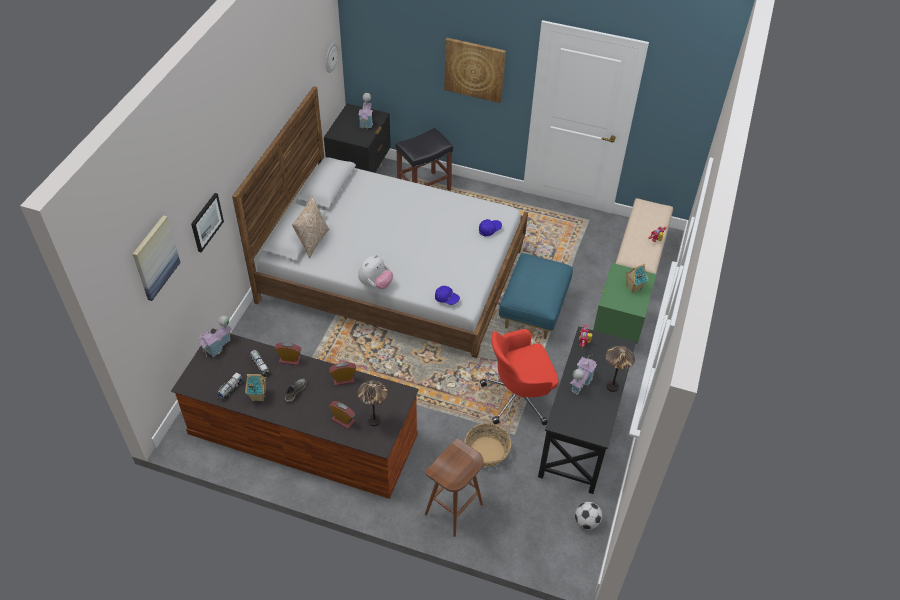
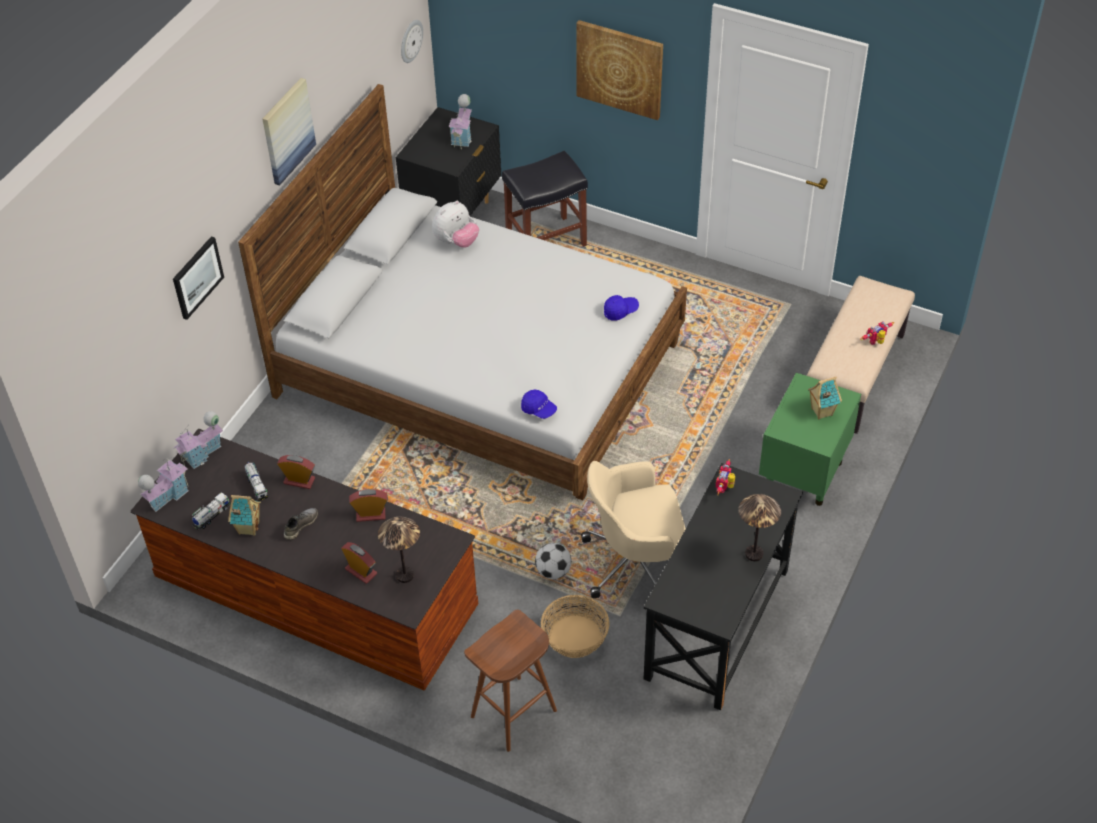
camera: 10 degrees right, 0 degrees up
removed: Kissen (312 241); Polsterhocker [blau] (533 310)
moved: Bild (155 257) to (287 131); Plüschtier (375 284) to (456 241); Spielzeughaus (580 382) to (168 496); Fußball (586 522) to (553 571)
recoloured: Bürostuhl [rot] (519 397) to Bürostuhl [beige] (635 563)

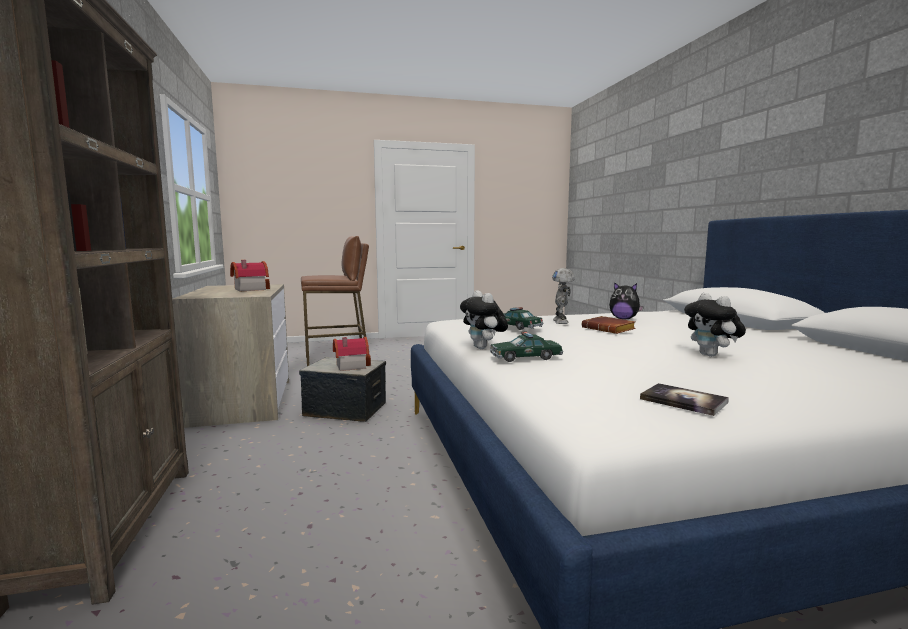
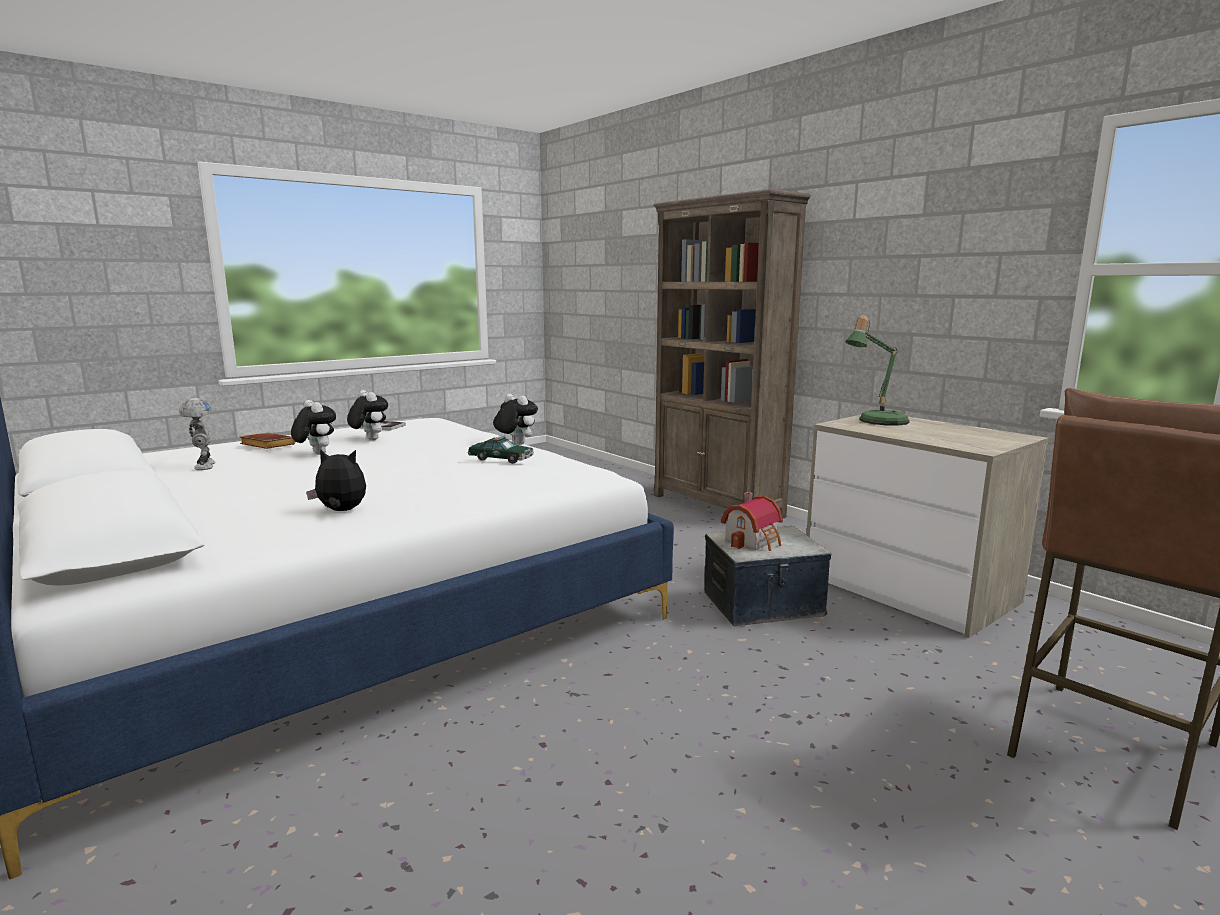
camera: 155 degrees right, 5 degrees up
removed: Spielzeughaus (248 289); Spielzeugauto (525 357)
added: Plüschtier (369 439); Tischlampe (877 422)
moved: Spielzeugroboter (561 322) to (203 466); Buch [braun] (610 329) to (266 445)

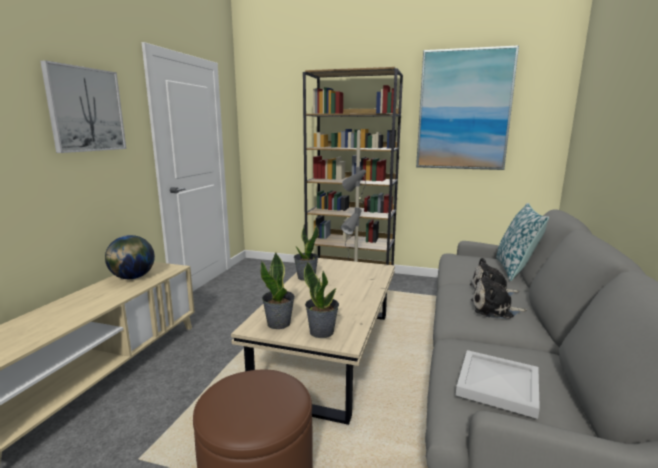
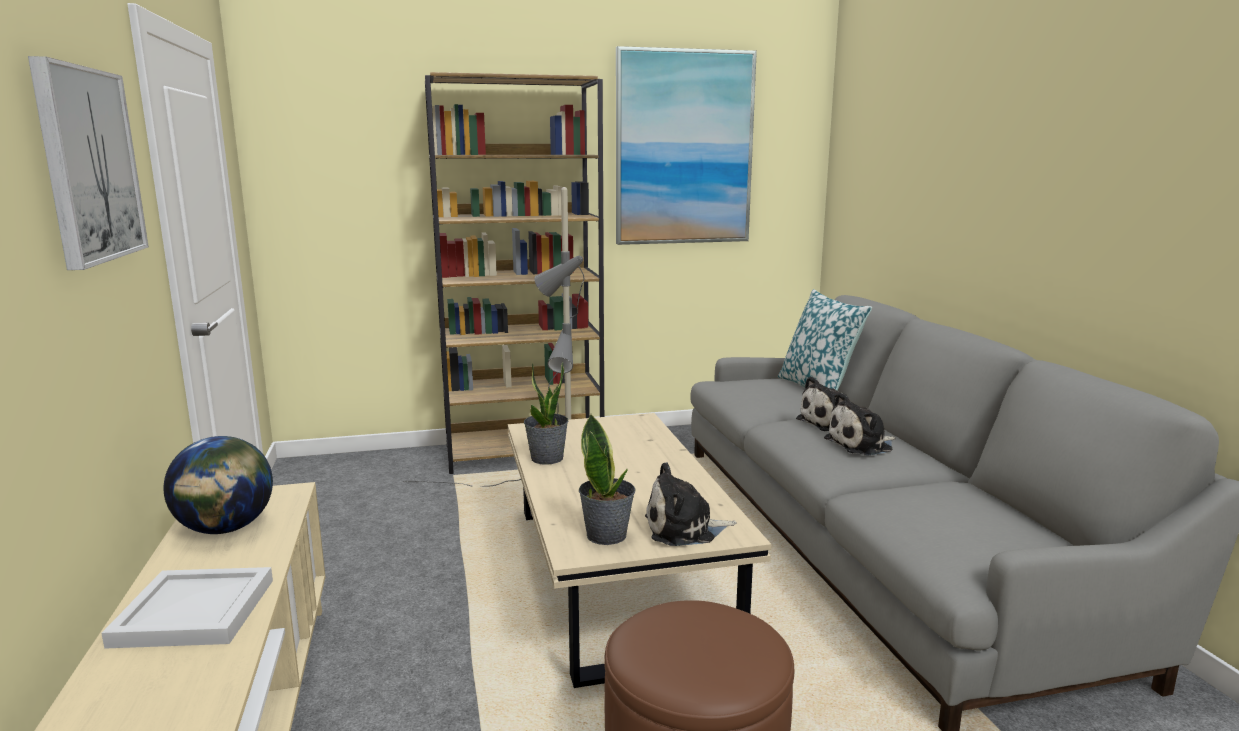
camera: 30 degrees left, 0 degrees up
moved: Tablett [weiß] (496 384) to (193 611)
replaced: Topfpflanze (322 331) to Plüschtier (684 529)

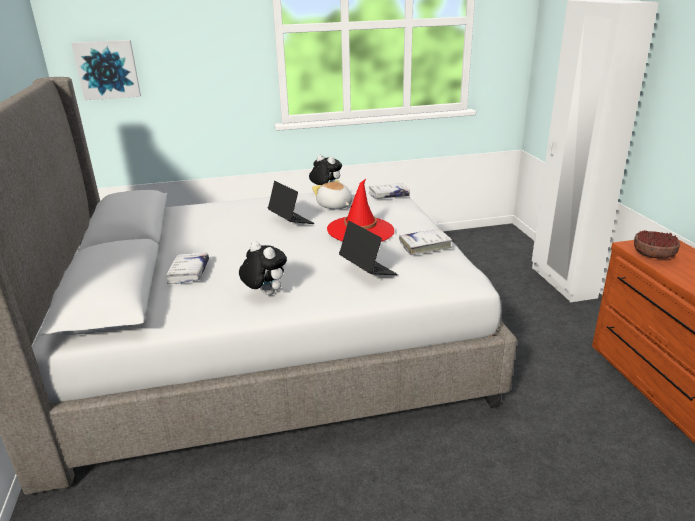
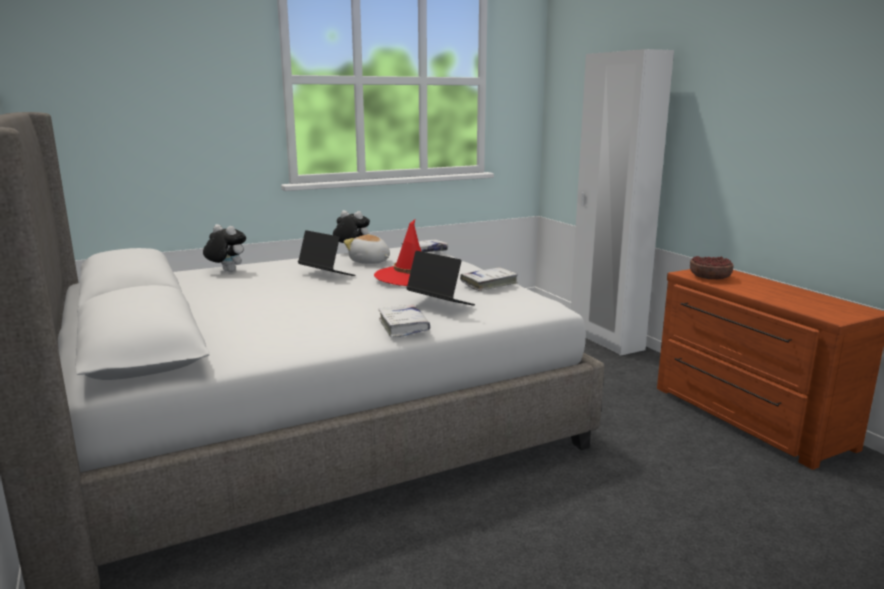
camera: 15 degrees left, 10 degrees down
removed: Bild (107 69)
moved: Buch [weiß] (189 273) to (403 327); Plüschtier (264 293) to (226 271)

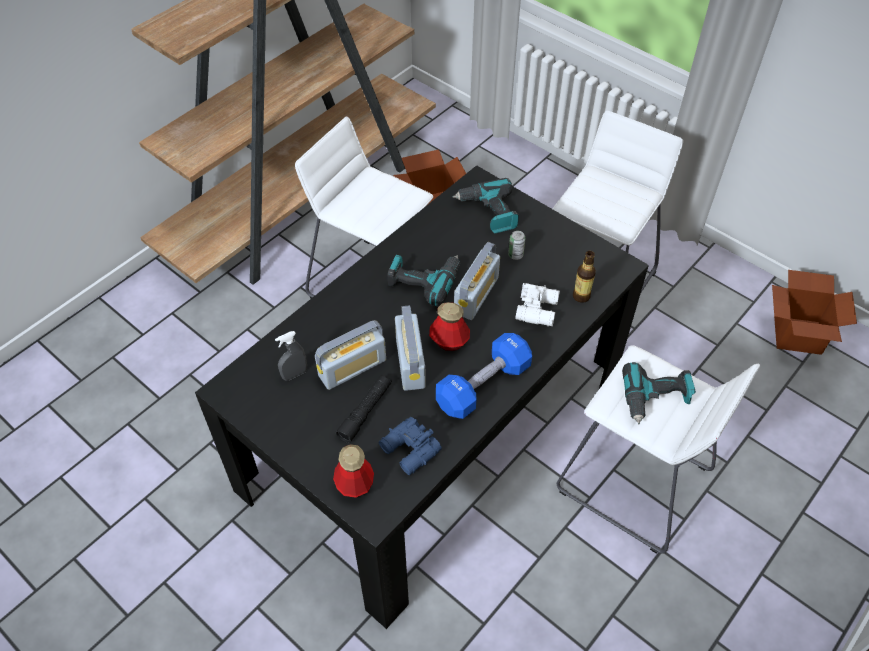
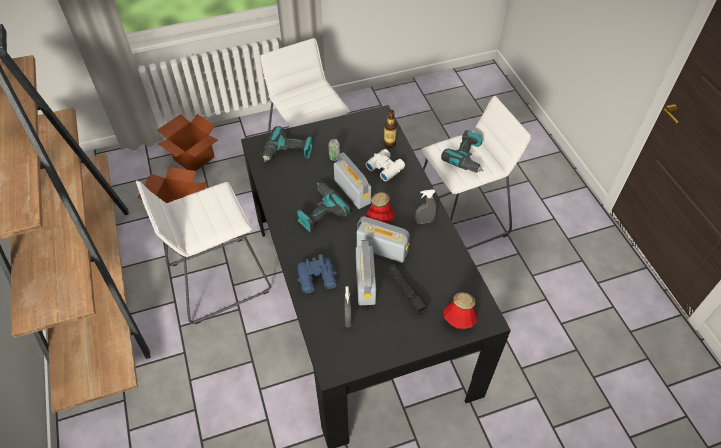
camera: 60 degrees left, 0 degrees up
moved: Fernglas [blau] (410 451) to (318 279); Karton (797 335) to (194 158)
replaced: Hantel [blau] (483 385) to Sprühflasche [grau] (424 221)

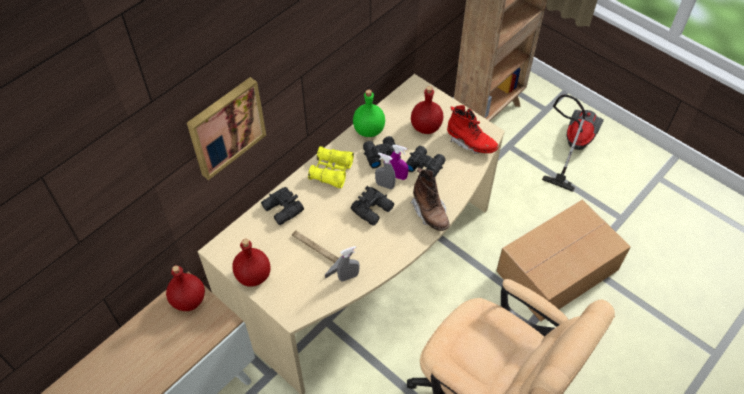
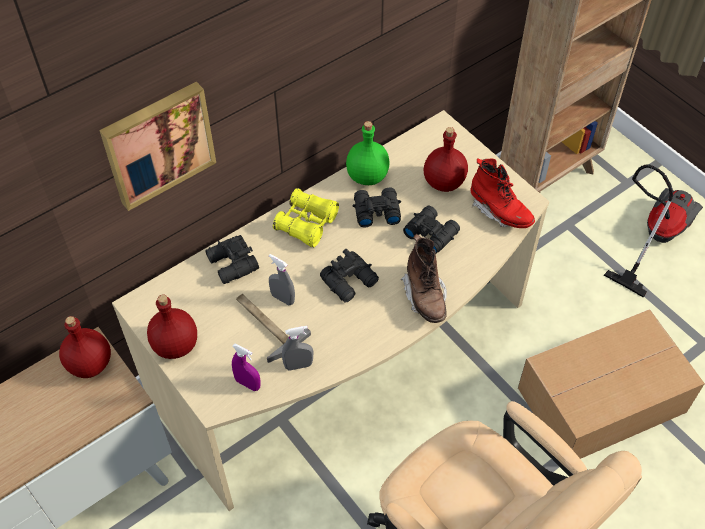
camera: 10 degrees right, 0 degrees up
moved: Sprühflasche [grau] (385 185) to (282 298); Sprühflasche [lila] (397 176) to (248 384)

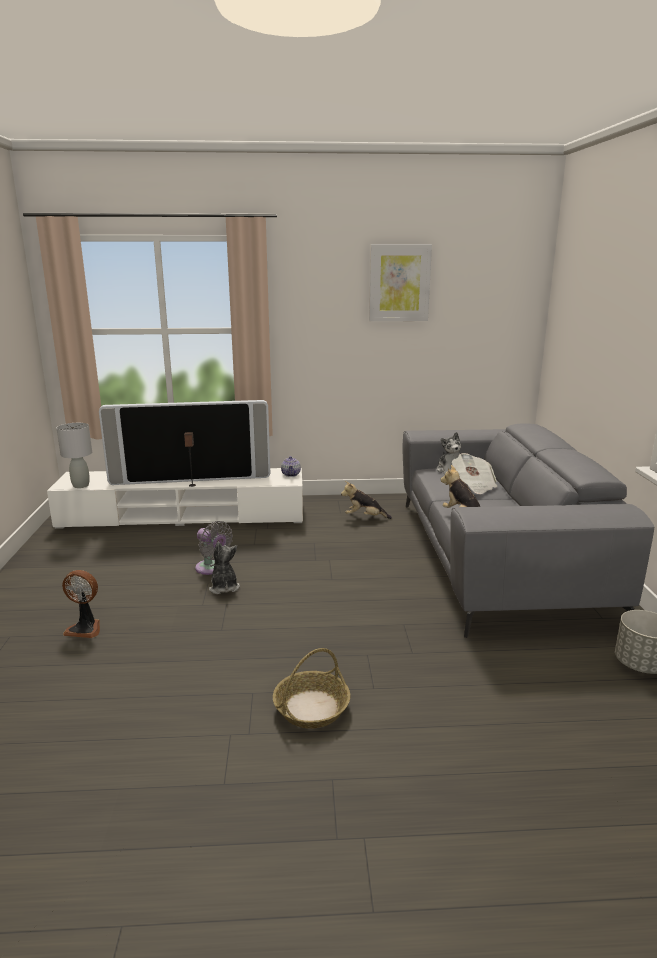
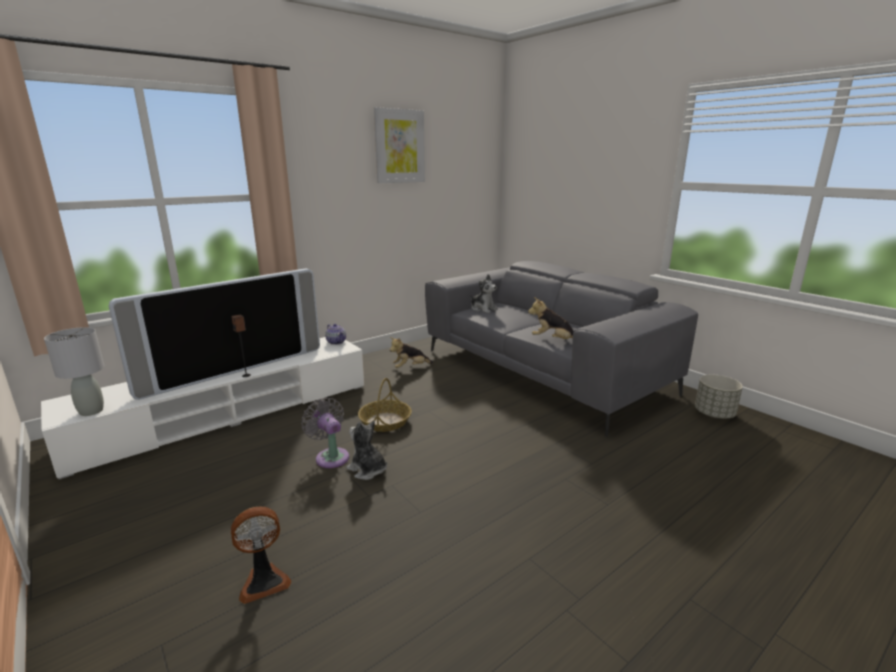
camera: 35 degrees left, 0 degrees up
removed: Zeitung (473 485)
moved: Korb (311 708) to (385 422)
turned: Ventilator [grau] (212 568) = (330 456) 135 degrees counterclockwise

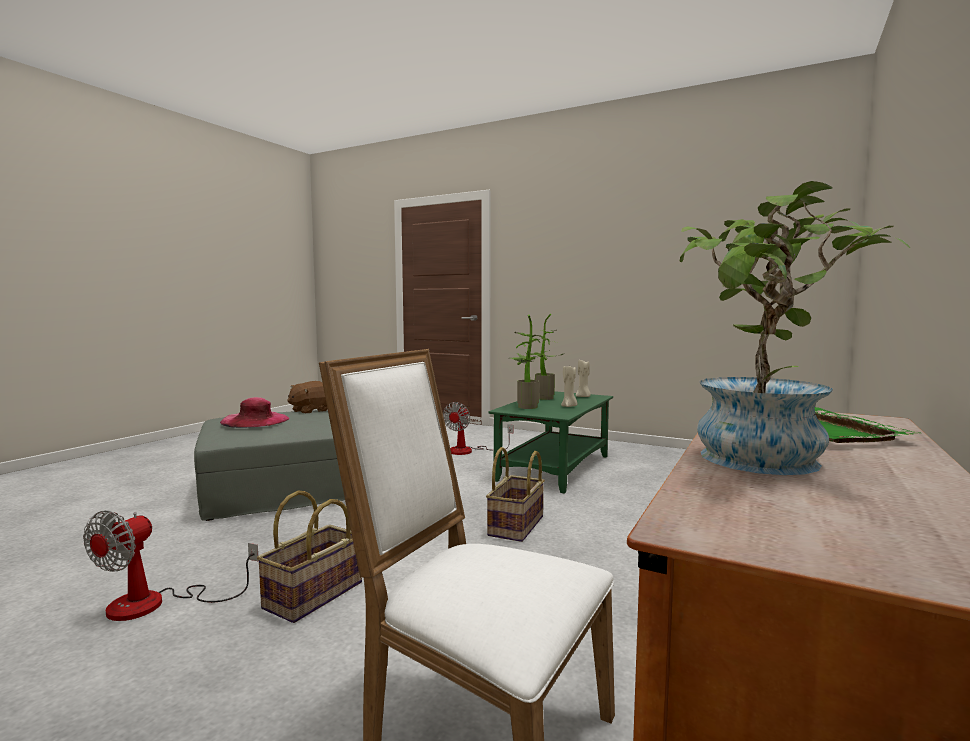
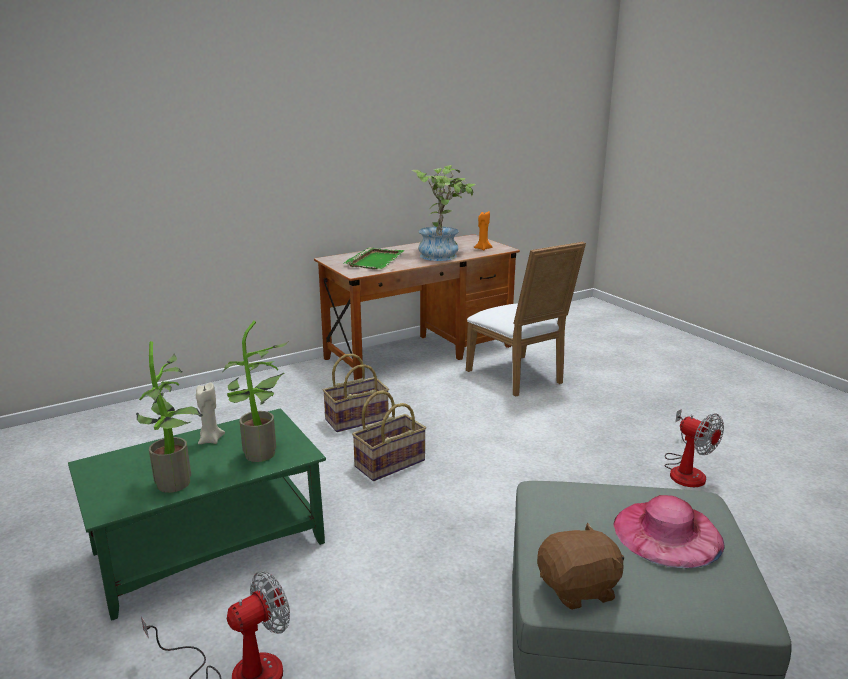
camera: 150 degrees left, 15 degrees up
removed: Kerze [beige] (583 397)
added: Kerze [orange] (482 248)
moved: Korb (314 596) to (356 419)
turned: Ventilator (156 604) = (686 470) 90 degrees clockwise

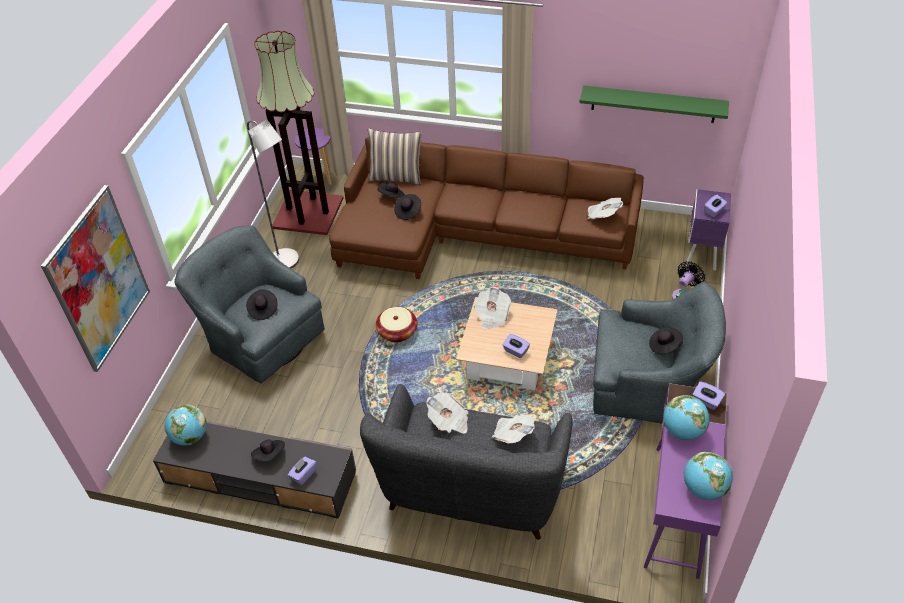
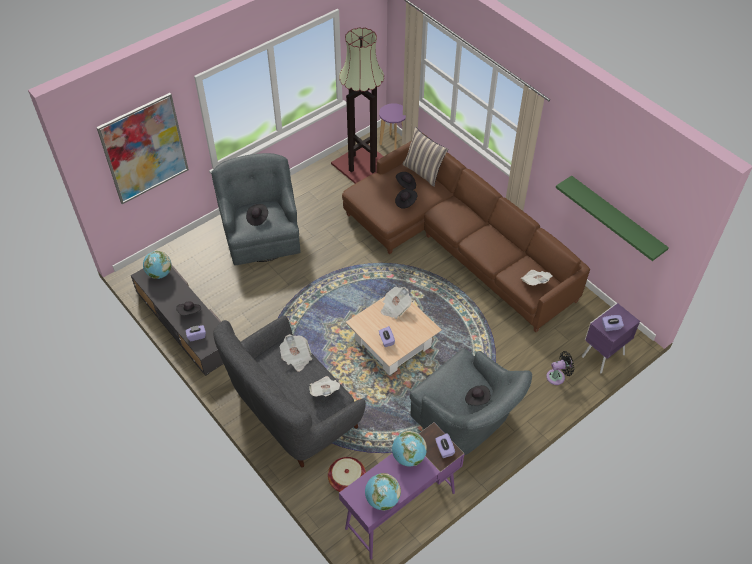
camera: 35 degrees right, 5 degrees up
removed: Stehlampe [grau] (288 262)
moved: Korb (397 332) to (347 480)

